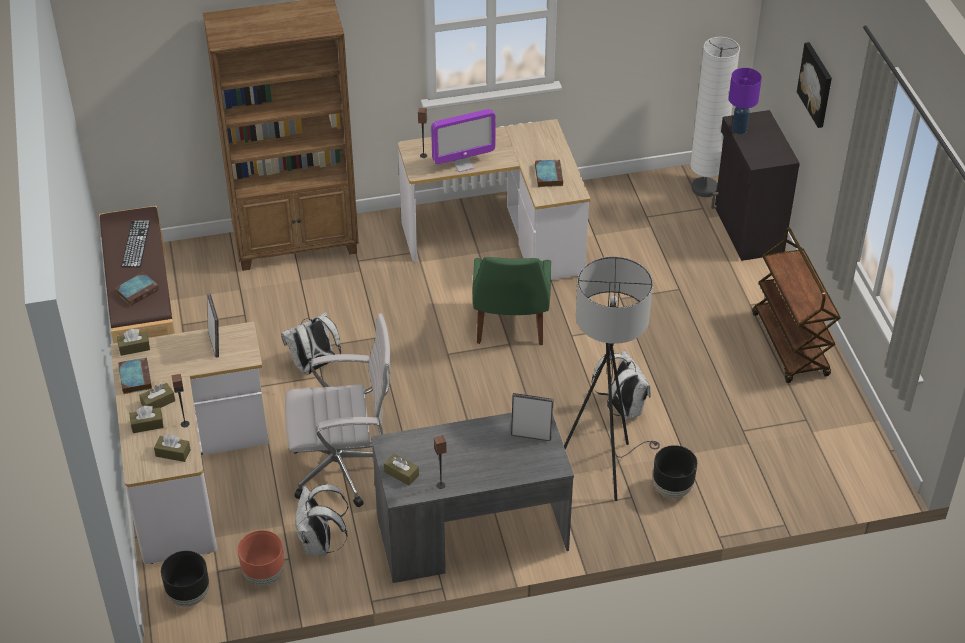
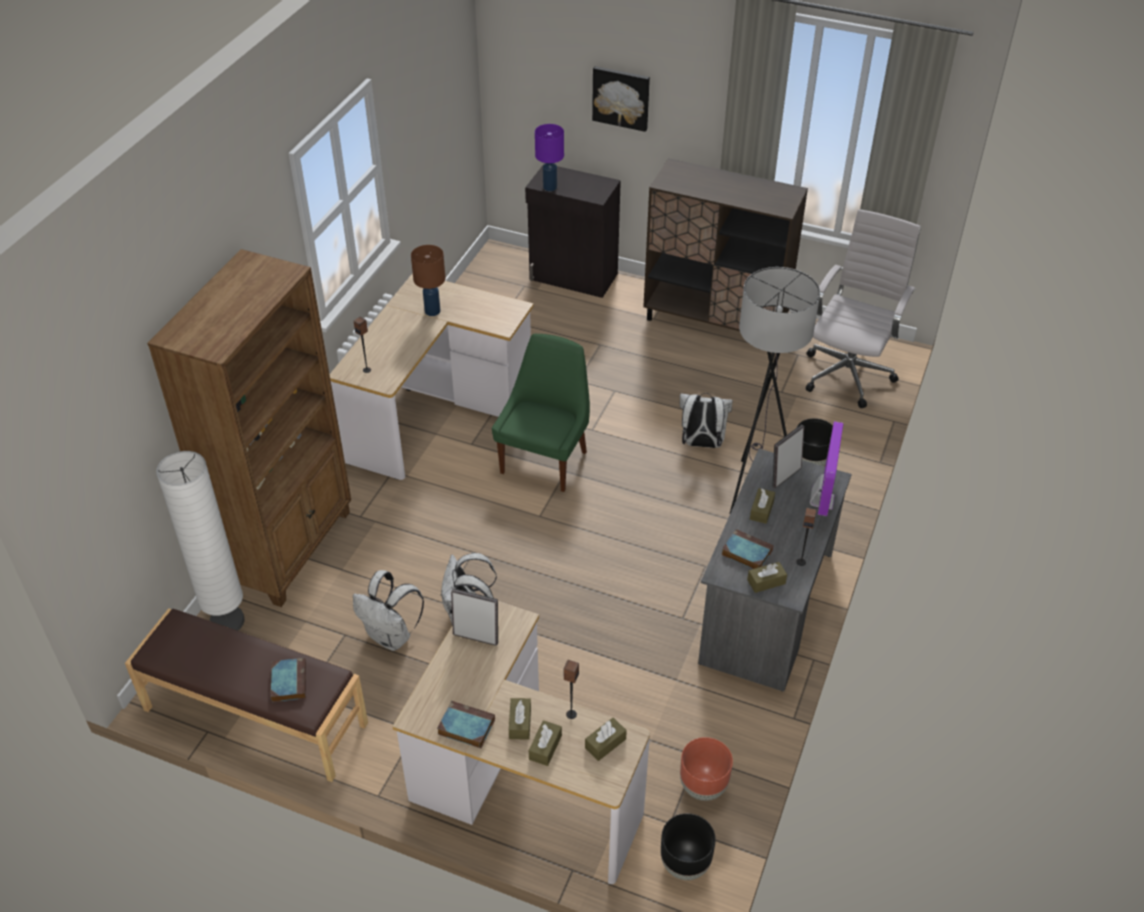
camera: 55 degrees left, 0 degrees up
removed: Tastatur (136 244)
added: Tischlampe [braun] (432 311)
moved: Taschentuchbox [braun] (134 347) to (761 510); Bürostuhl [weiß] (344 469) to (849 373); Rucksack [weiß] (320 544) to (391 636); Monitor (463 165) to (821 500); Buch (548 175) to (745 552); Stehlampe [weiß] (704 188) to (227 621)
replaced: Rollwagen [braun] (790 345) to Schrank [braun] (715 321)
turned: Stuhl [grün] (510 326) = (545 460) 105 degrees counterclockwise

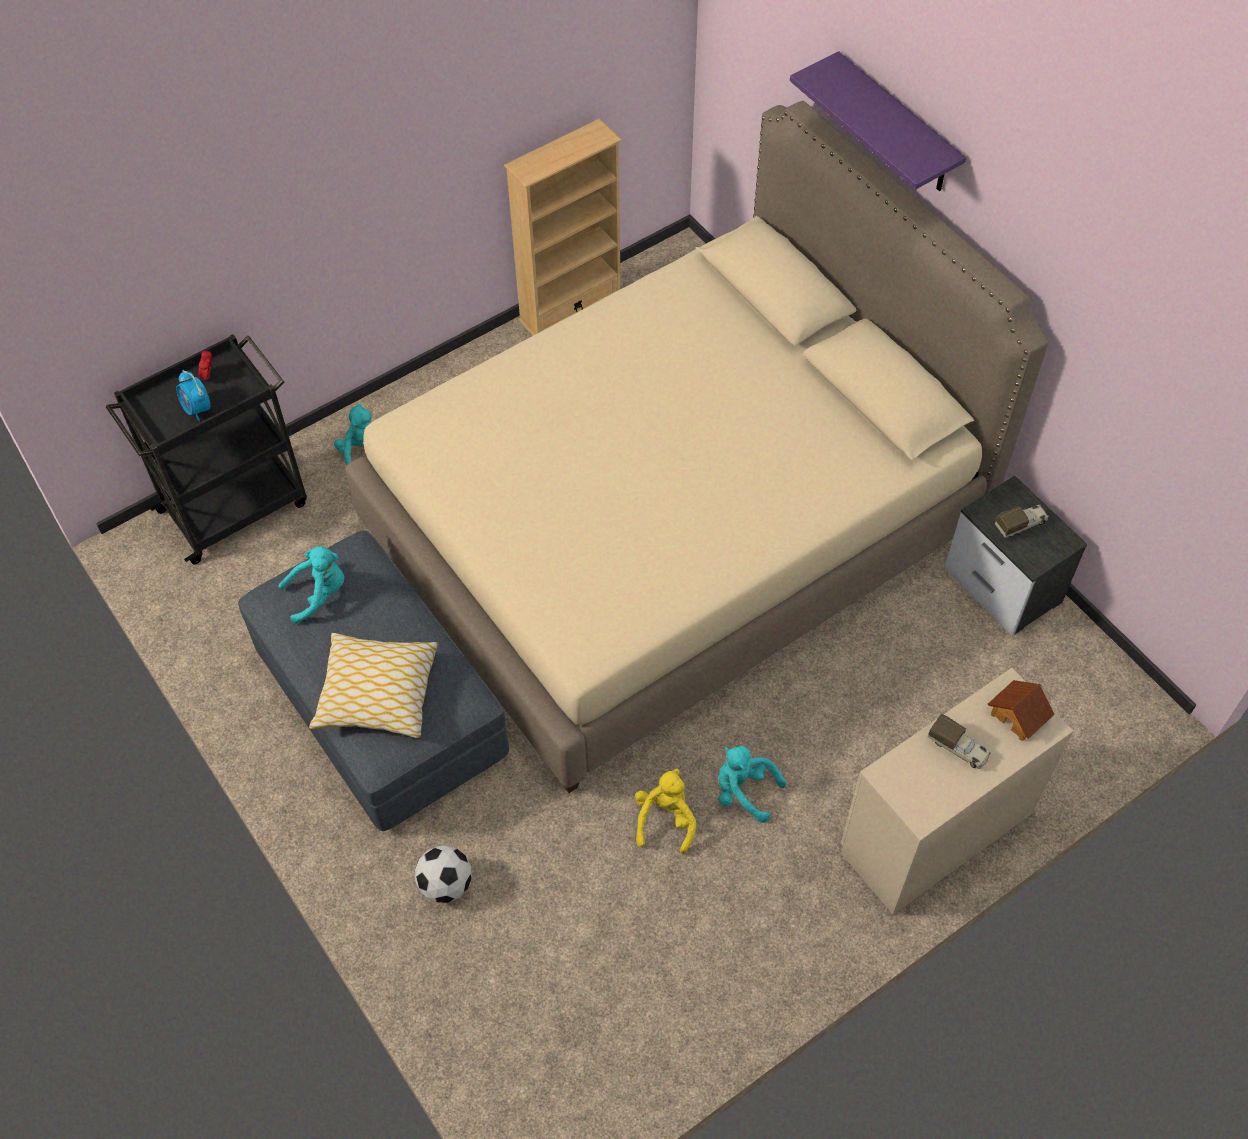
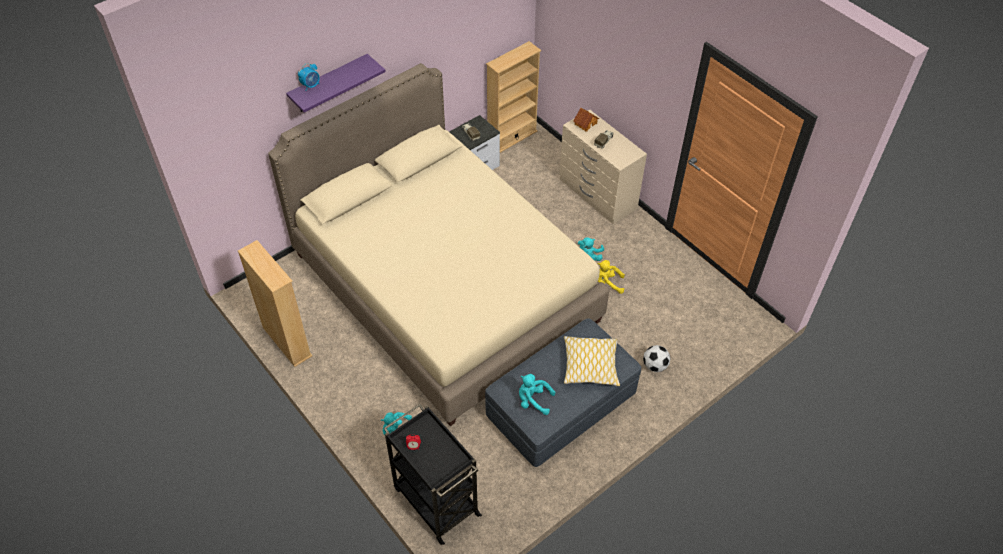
camera: 95 degrees left, 5 degrees down
added: Bücherregal [beige] (512 138)
moved: Wecker (197 409) to (311 85)
turned: Plüschtier [türkis] (319 594) = (533 400) 45 degrees counterclockwise

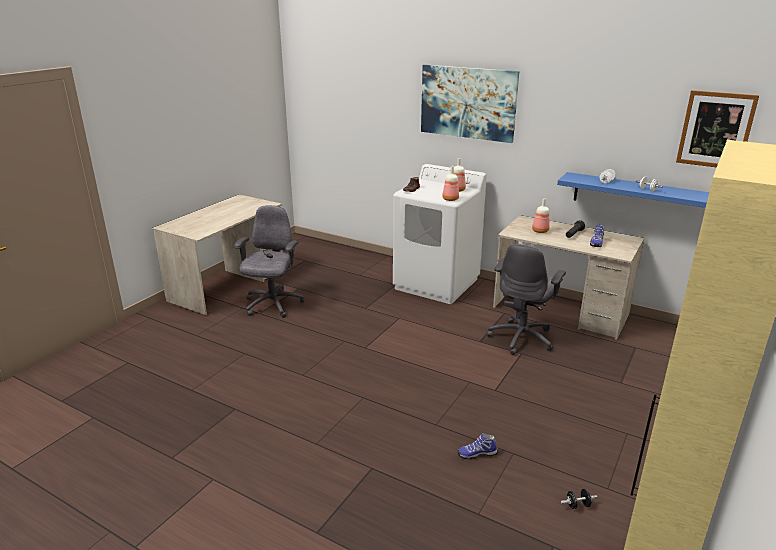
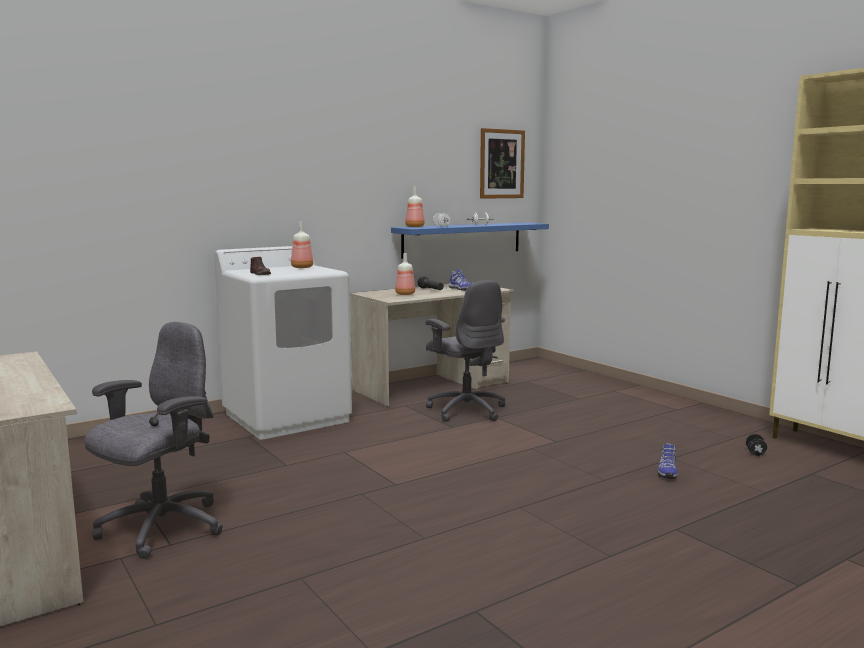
camera: 65 degrees left, 15 degrees down
removed: Bild (468 102)
moved: Flasche (450 199) to (415 227)
turned: Bürostuhl [grau] (272 305) = (160 528) 90 degrees clockwise

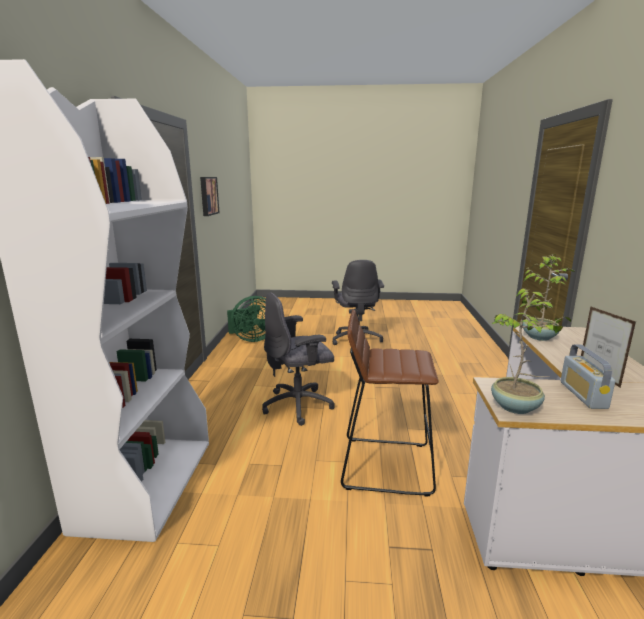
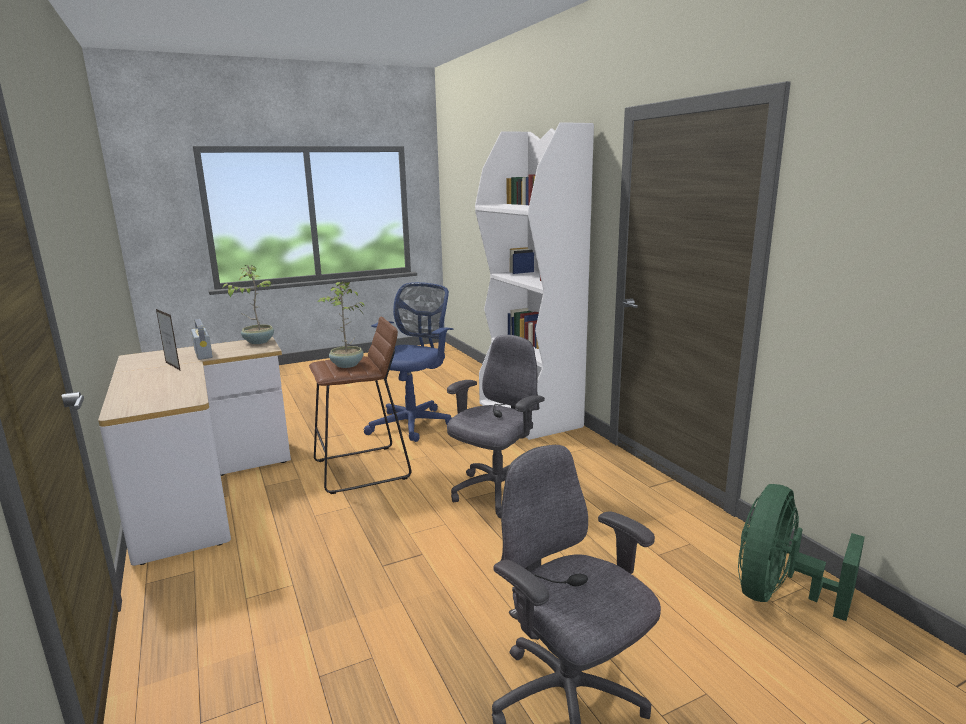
camera: 150 degrees right, 0 degrees up
removed: Bild (208 195)
added: Bürostuhl [blau] (414 423)
moved: Topfpflanze (539 337) to (346 365)

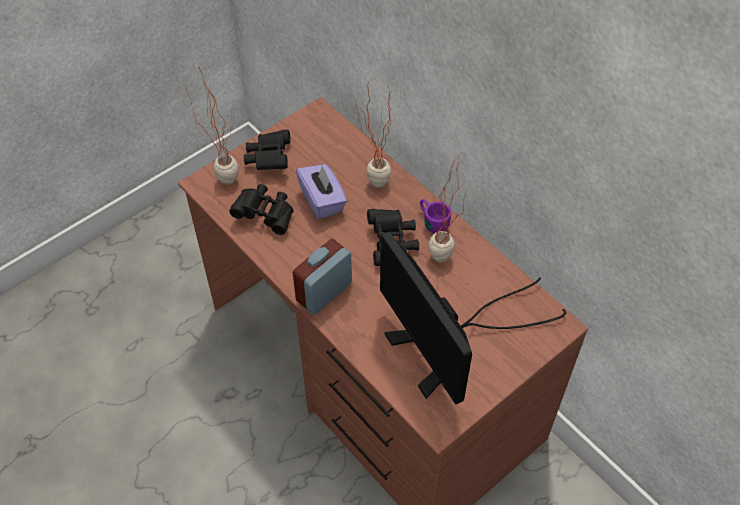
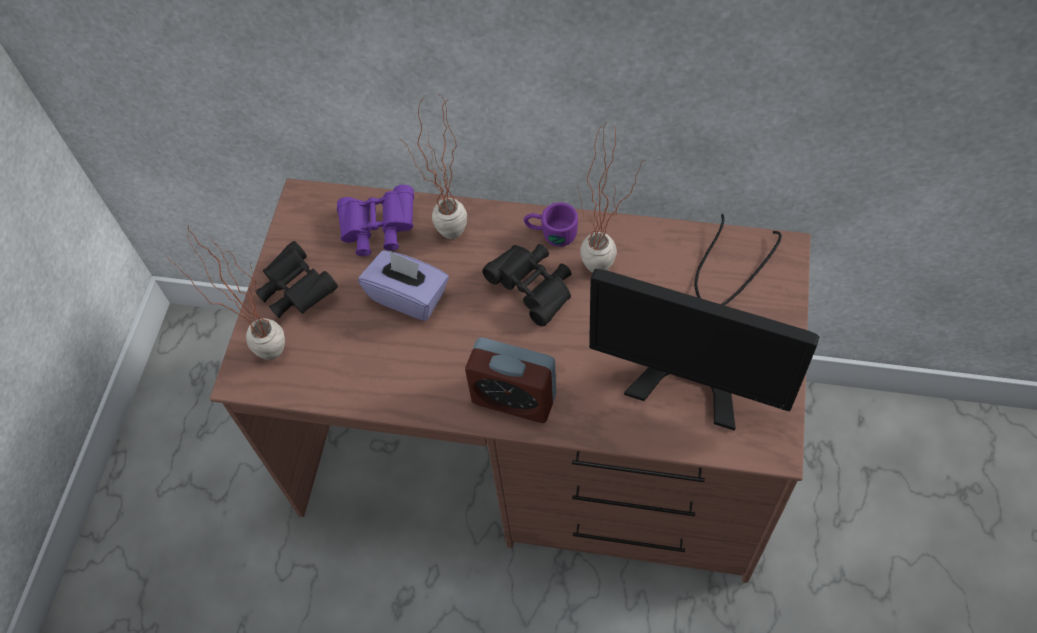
camera: 35 degrees left, 5 degrees up
removed: Fernglas [schwarz] (266 215)
added: Fernglas [lila] (378 230)
turned: Wecker (324 292) = (514 398) 75 degrees counterclockwise

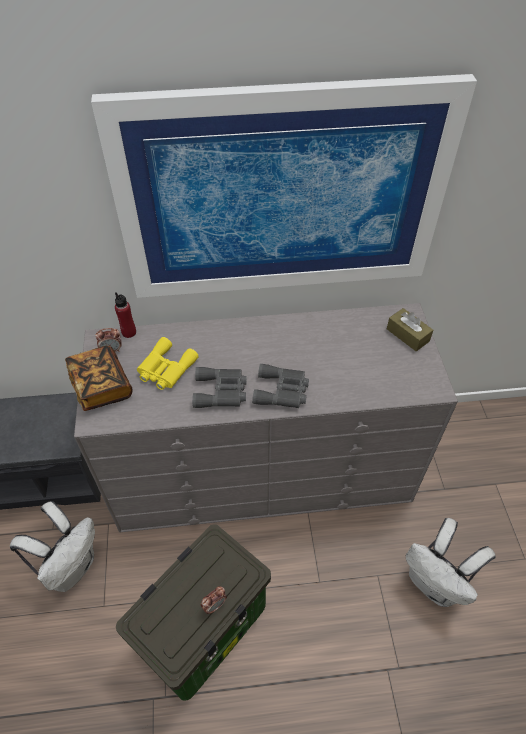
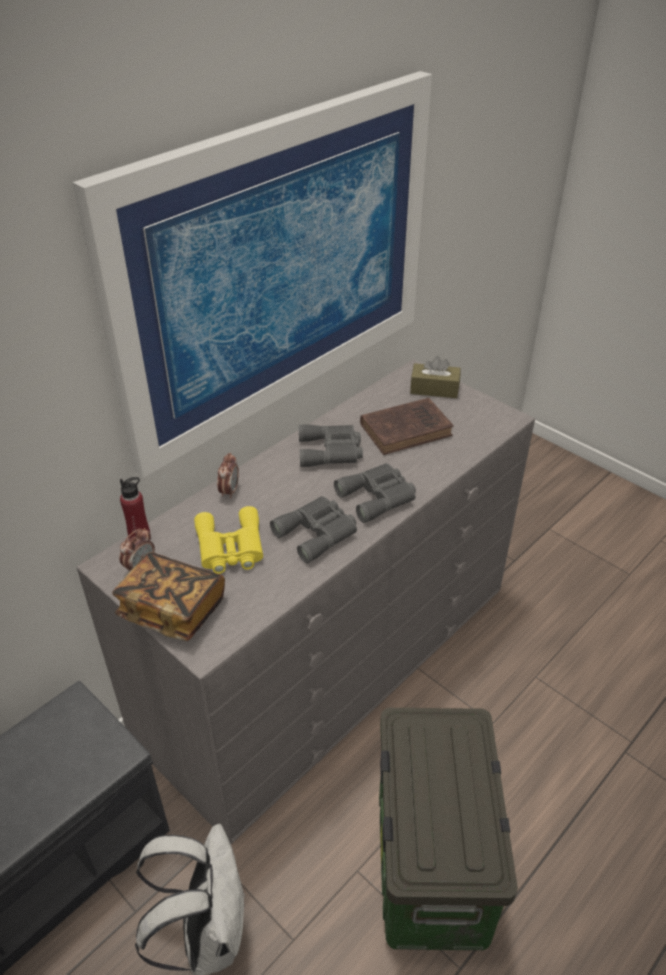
camera: 40 degrees left, 10 degrees down
removed: Rucksack [weiß] (435 583)
added: Fernglas [grau] (331 451); Buch [braun] (408 429)
moved: Wecker (214 605) to (229 491)

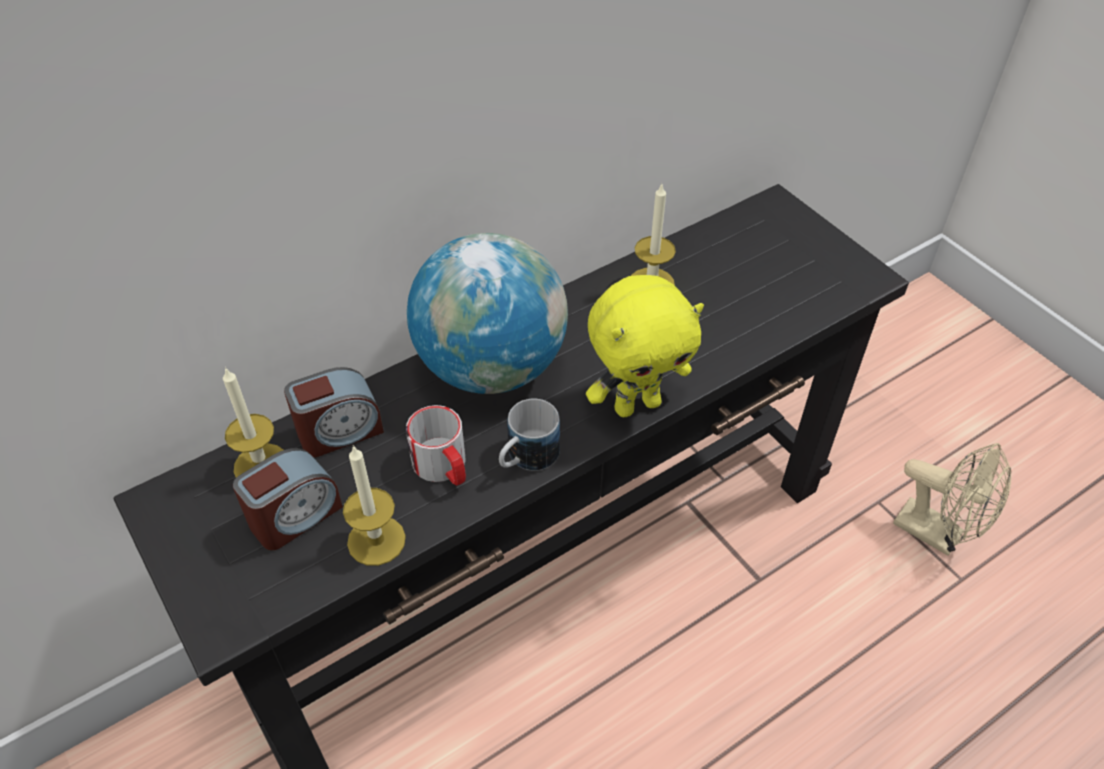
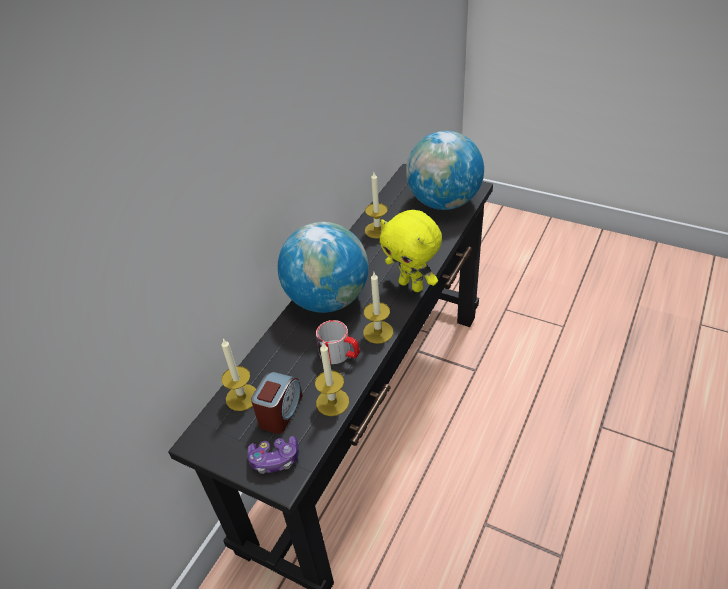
camera: 25 degrees left, 5 degrees down
removed: Wecker (339 431); Ventilator [beige] (938 534)
added: Gamepad (274 459); Globus (443 202)
replaced: Henkelbecher (526 459) to Kerze (378 332)
turned: Plüschtier [gelb] (637 404) = (412 285) 90 degrees clockwise

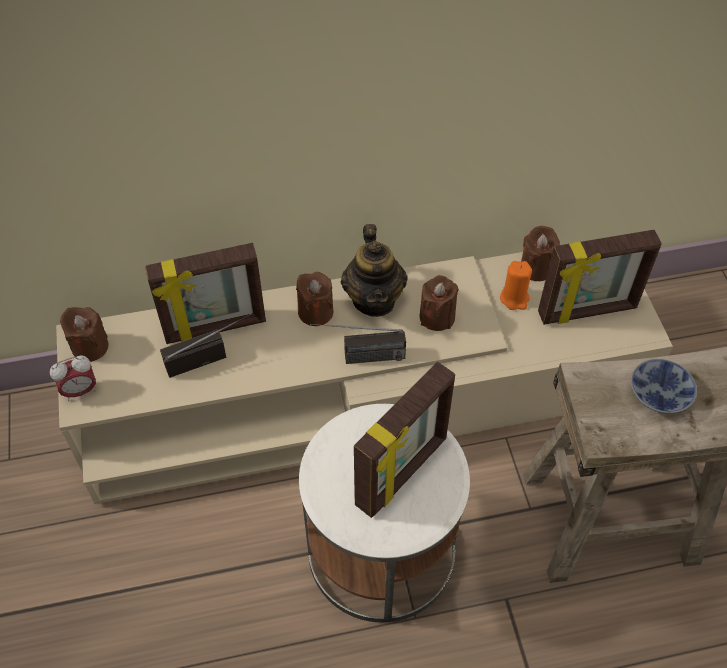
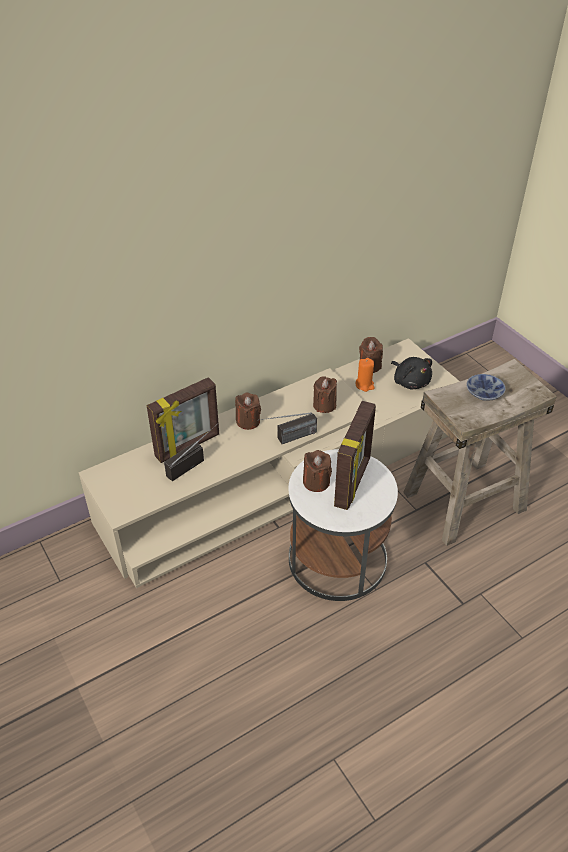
camera: 20 degrees left, 10 degrees down
removed: Wecker (80 391); Teekanne (374 299)
moved: Kerze [braun] (90 347) to (316 482)
replaced: Bilderrahmen (587 312) to Plüschtier [schwarz] (410 381)

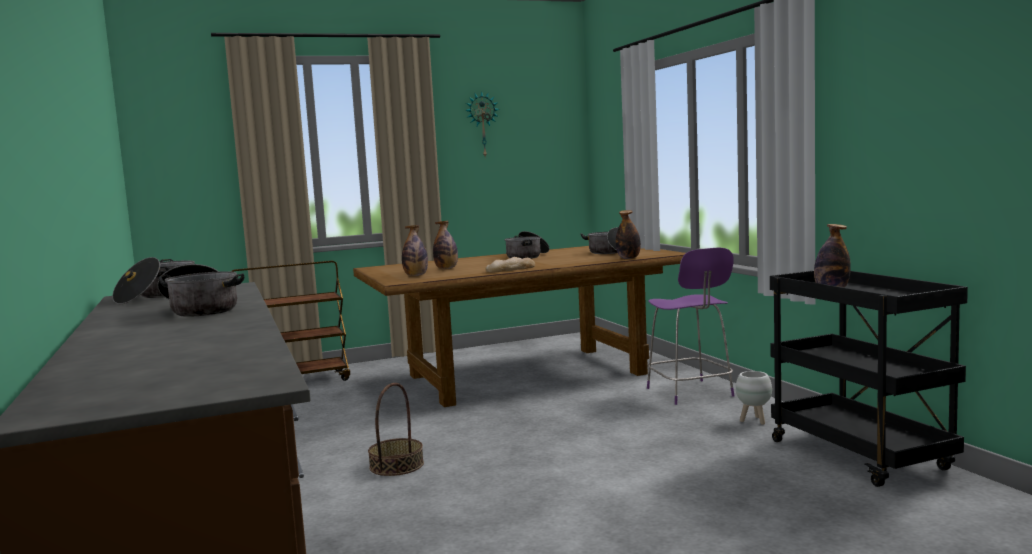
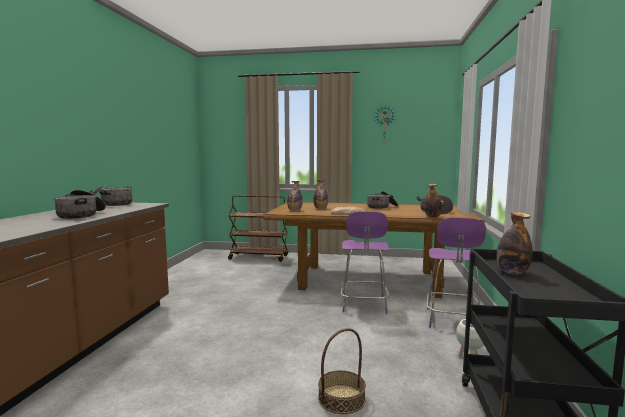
camera: 30 degrees right, 0 degrees up
added: Stuhl [lila] (364 305)
moved: Korb (396 465) to (341 398)

